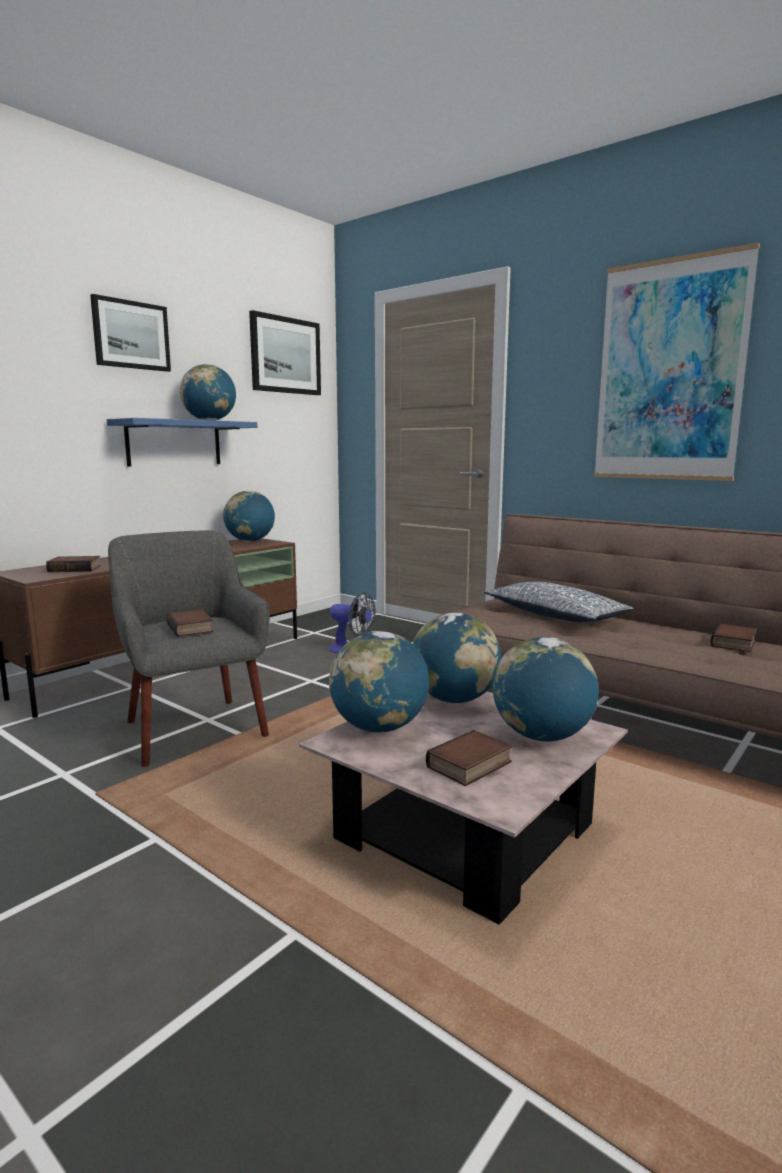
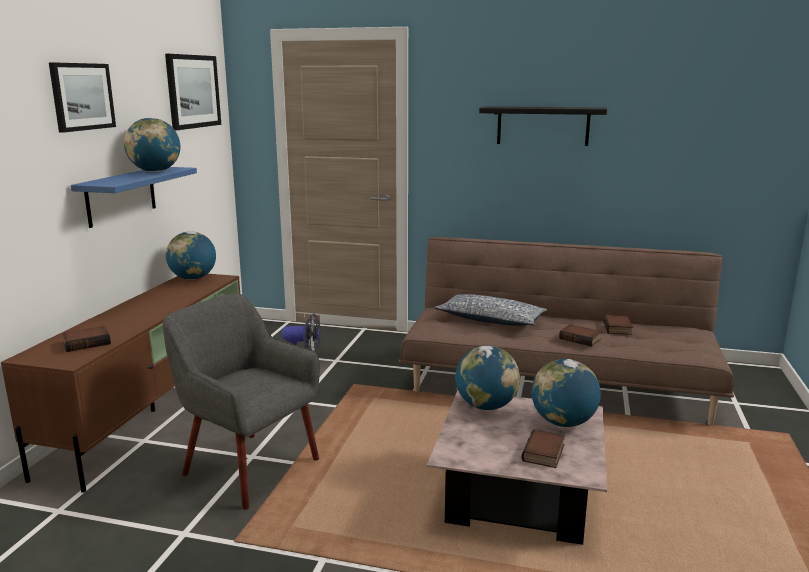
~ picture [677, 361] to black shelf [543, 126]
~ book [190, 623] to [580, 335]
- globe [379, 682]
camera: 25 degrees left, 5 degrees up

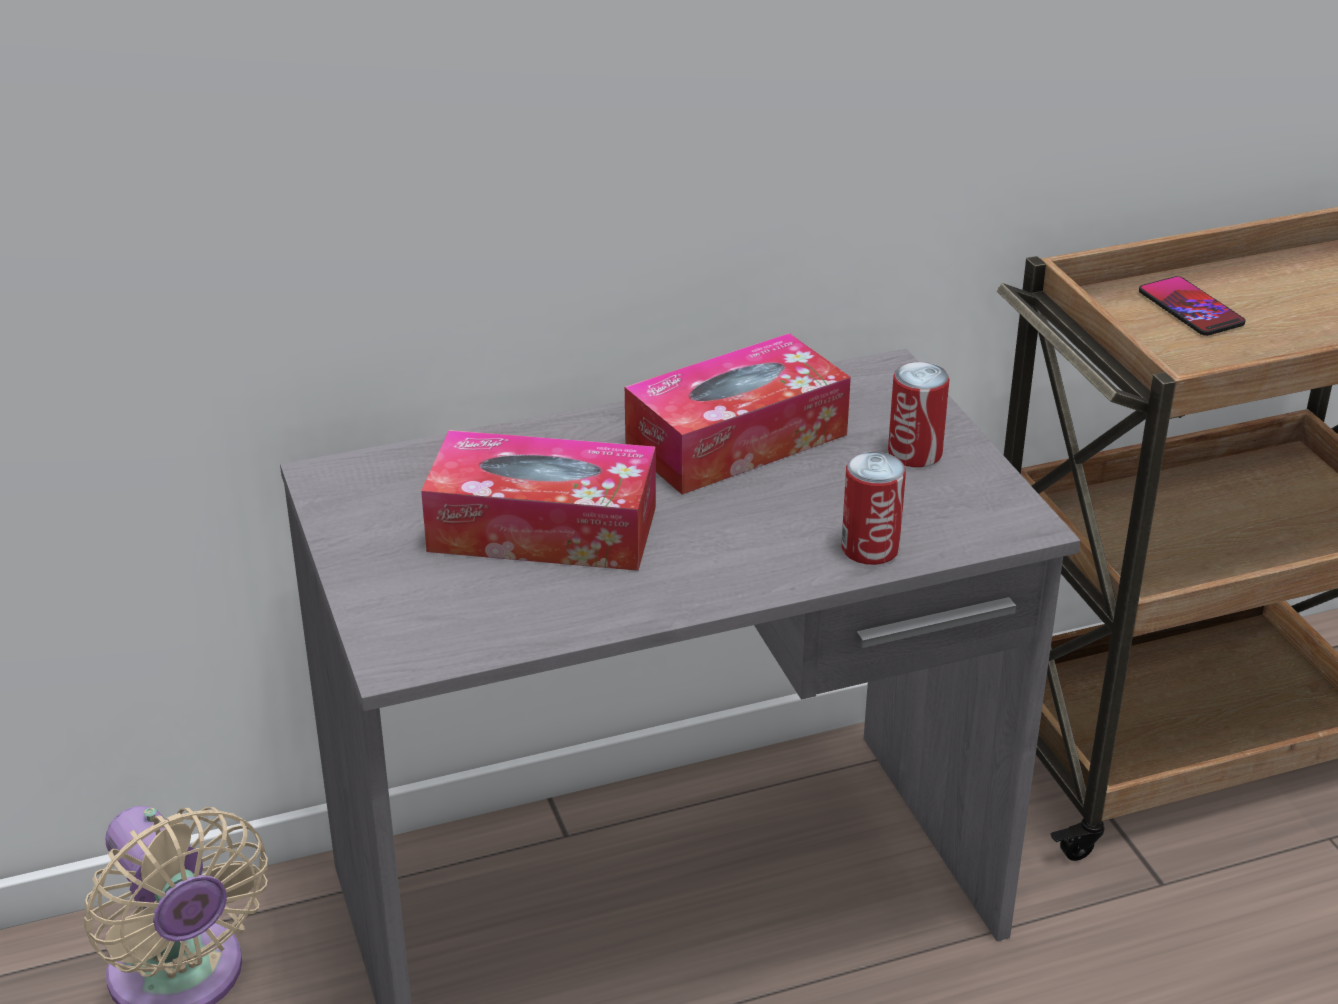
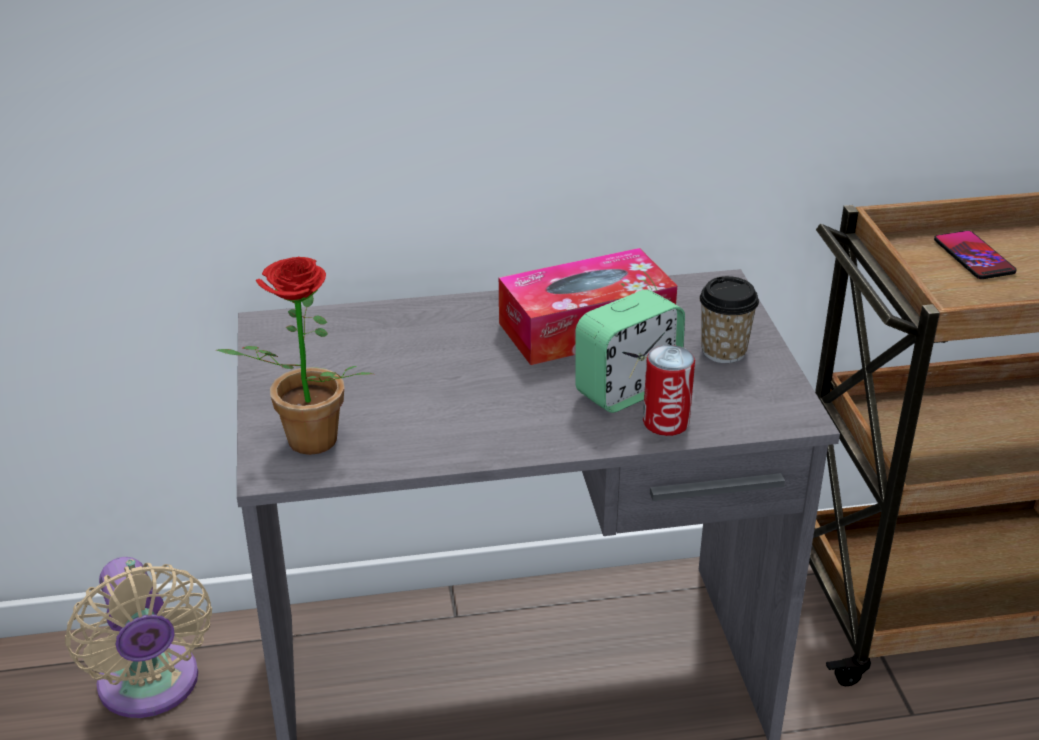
+ potted plant [294, 356]
+ alarm clock [630, 351]
~ can [919, 414] to cup [729, 319]
- tissue box [538, 500]
camera: 10 degrees right, 0 degrees up

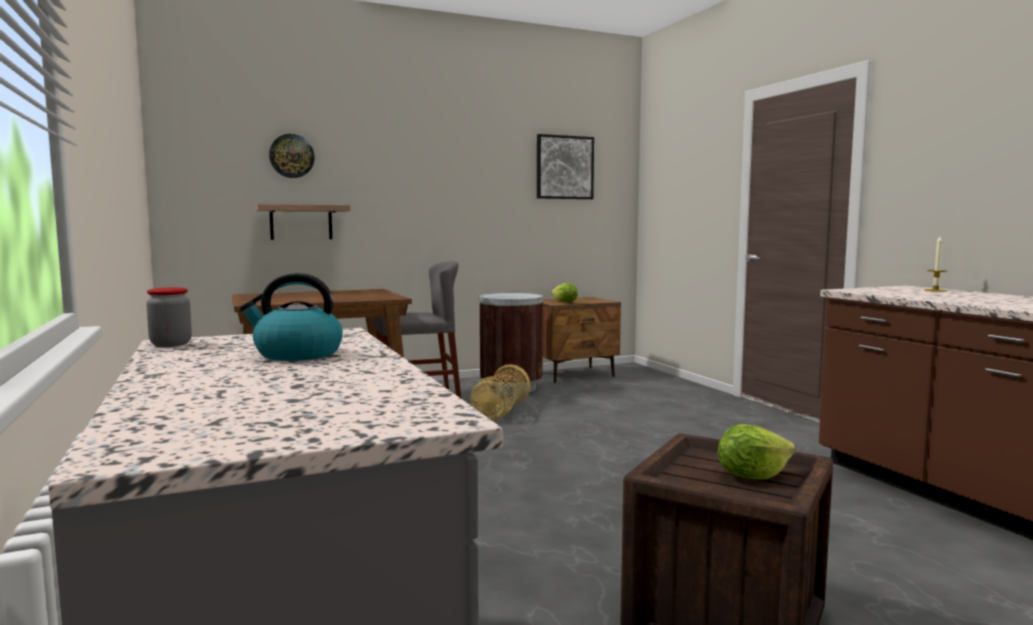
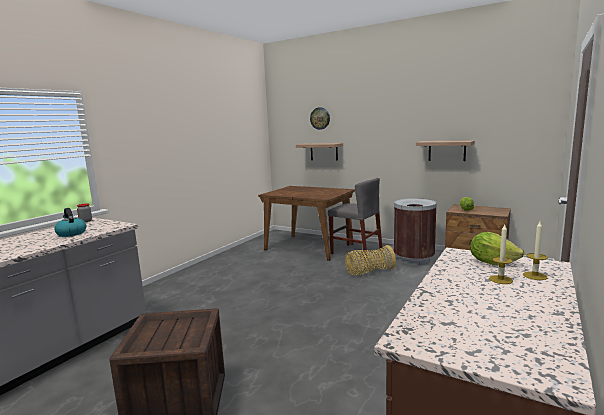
+ shelf [445, 150]
~ lettuce [756, 452] to [497, 248]
+ candle [501, 254]
- picture [565, 166]
camera: 55 degrees right, 5 degrees up

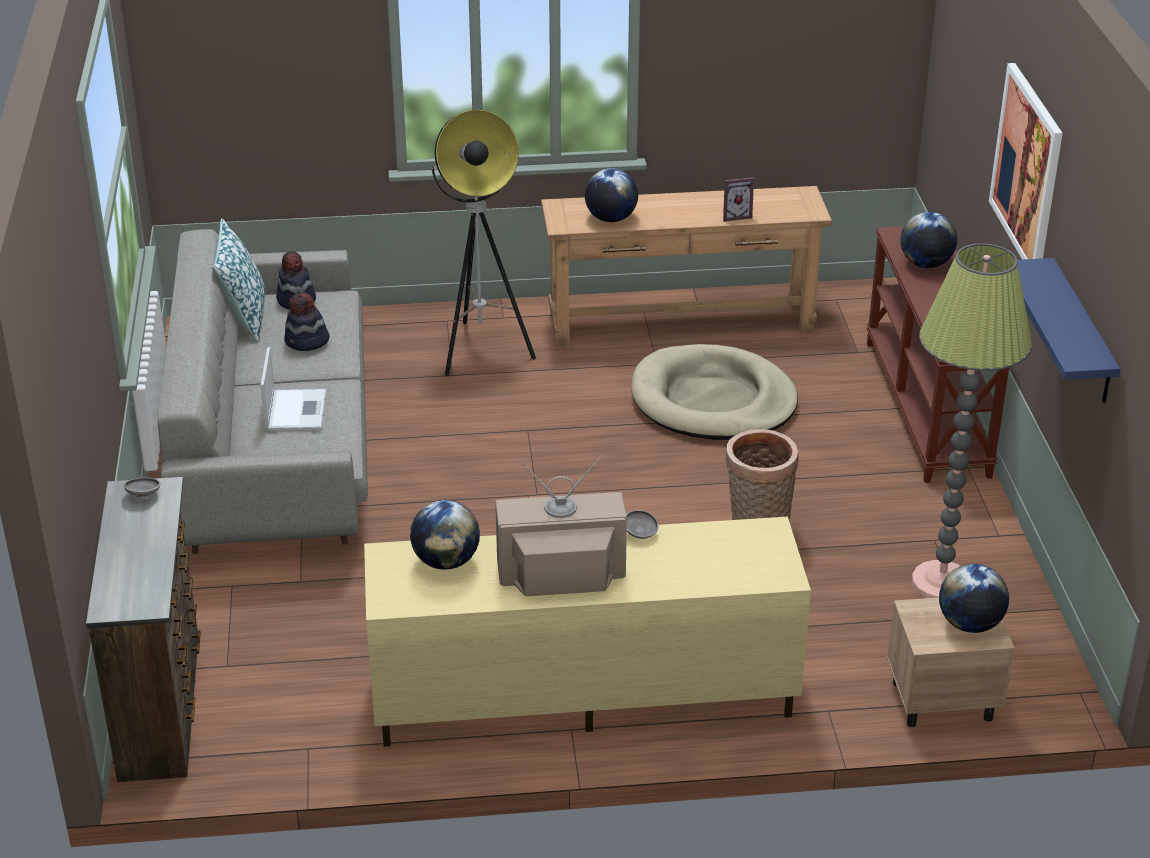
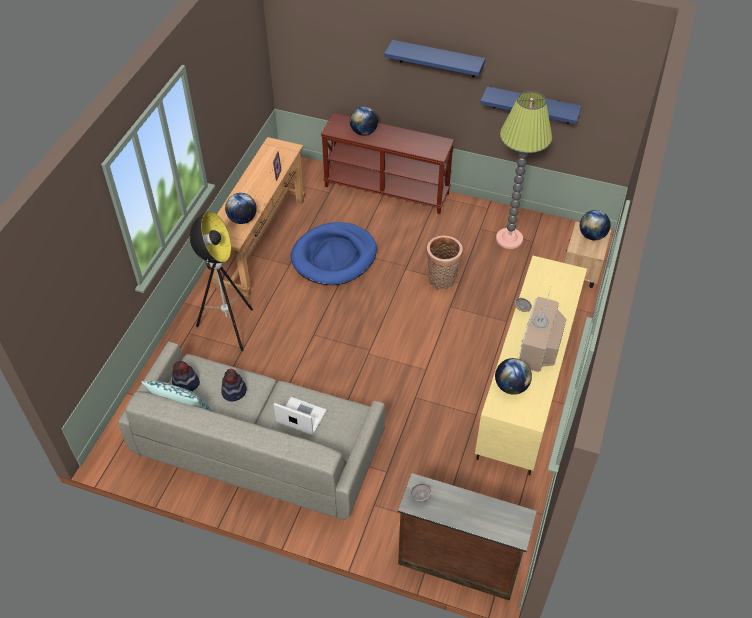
~ beige dog bed [714, 392] to blue dog bed [334, 253]
~ picture [1026, 161] to blue shelf [434, 58]
camera: 65 degrees left, 15 degrees up

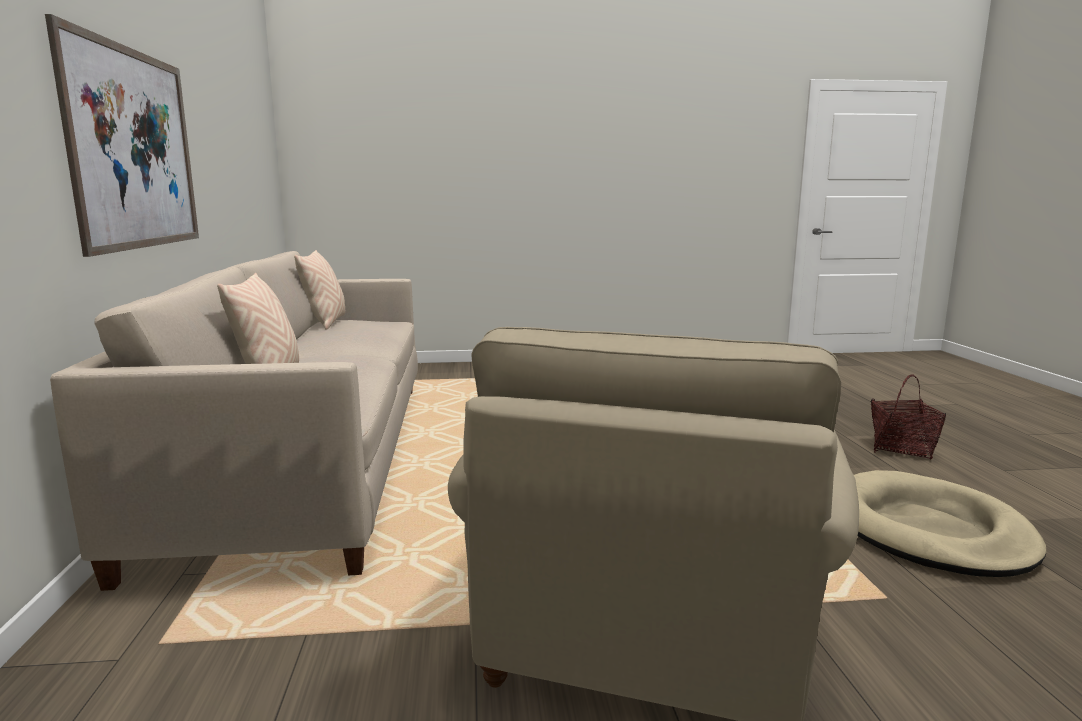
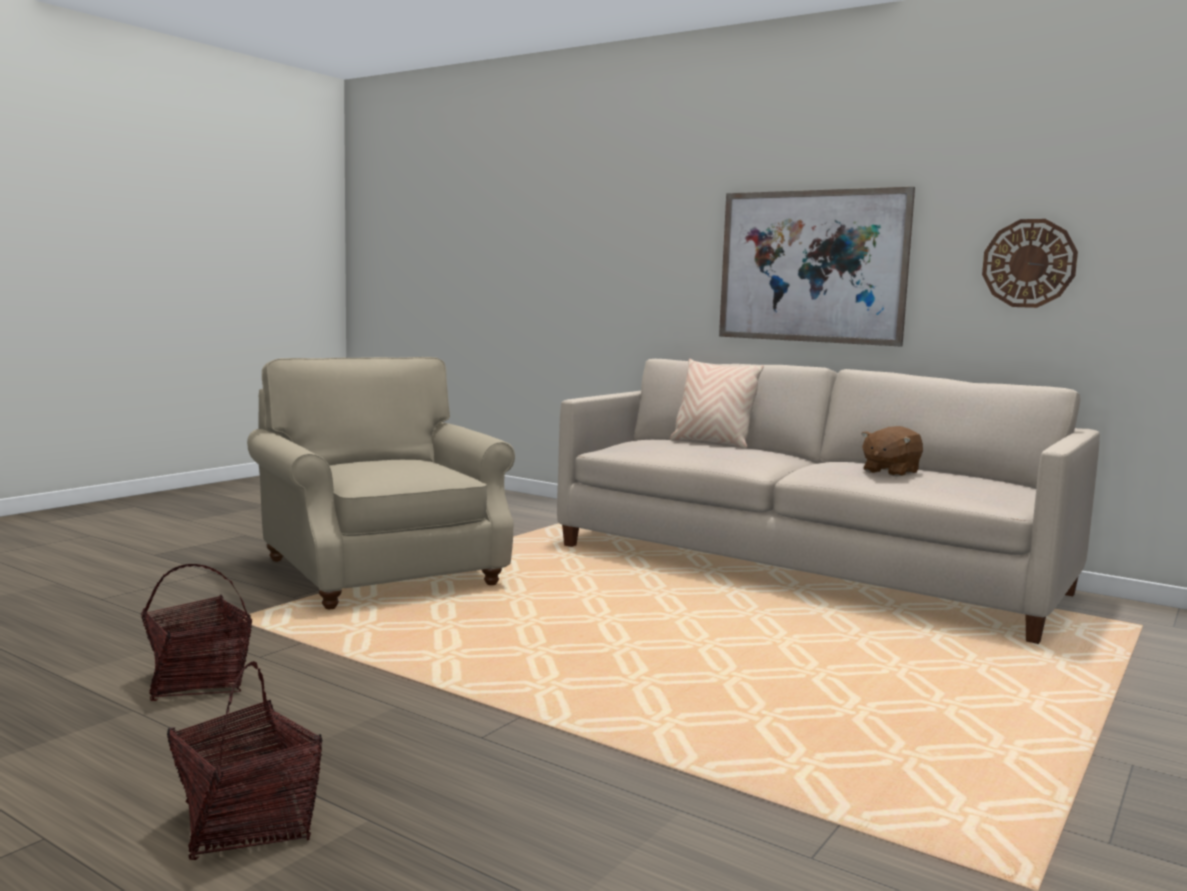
~ beige dog bed [950, 523] to basket [196, 632]
+ brown plush toy [892, 451]
+ wall clock [1030, 263]
- beige pillow [319, 290]
camera: 130 degrees right, 5 degrees down

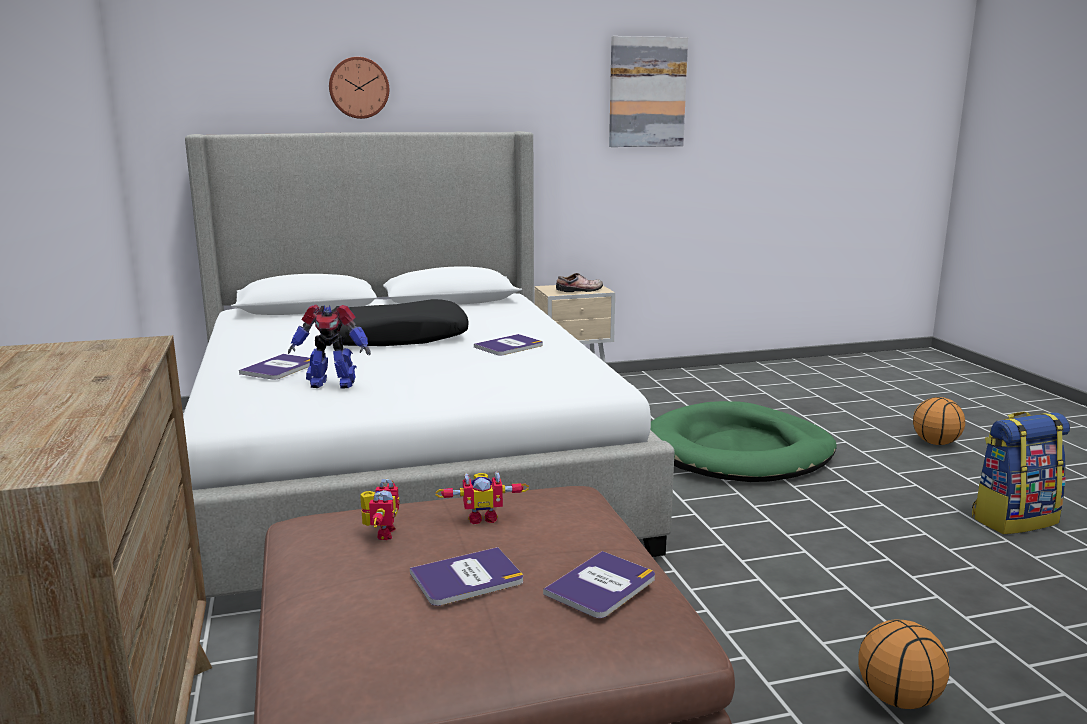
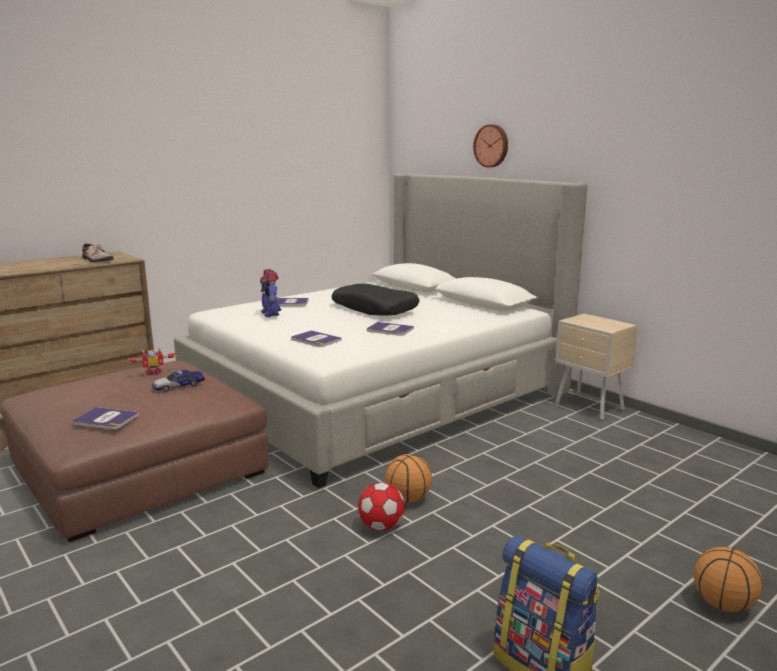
~ shoe [579, 282] to [98, 252]
~ toy robot [482, 497] to toy car [178, 381]
~ book [466, 576] to [316, 338]
+ football [381, 506]
~ basketball [903, 664] to [408, 478]
- picture [648, 91]
- green dog bed [743, 441]
camera: 65 degrees right, 0 degrees up

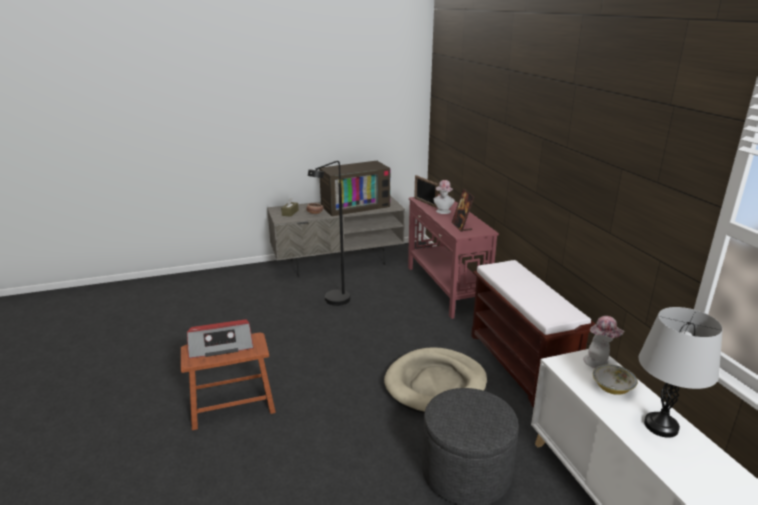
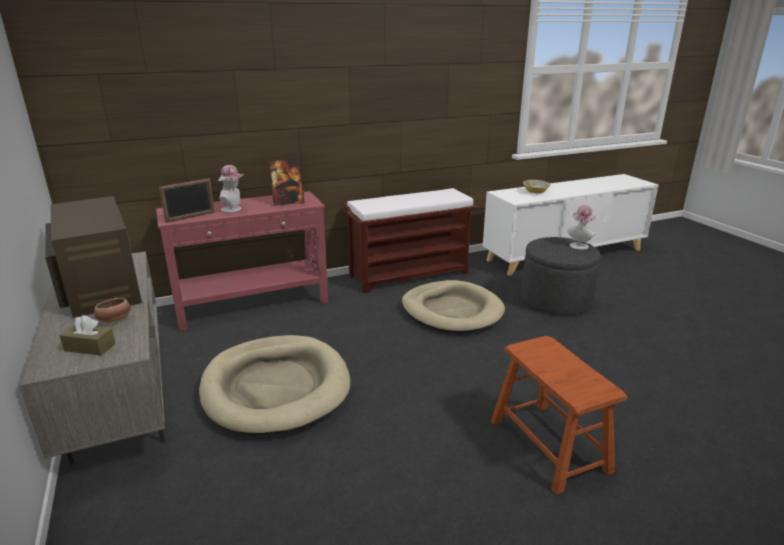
~ black floor lamp [329, 233] to beige dog bed [274, 385]
~ hat [603, 342] to [582, 227]
- radio [220, 338]
- grey table lamp [681, 372]
camera: 95 degrees left, 0 degrees up

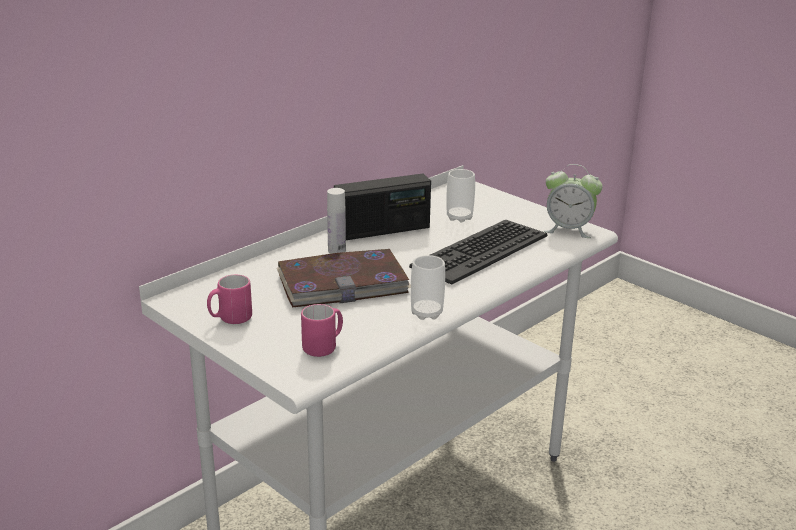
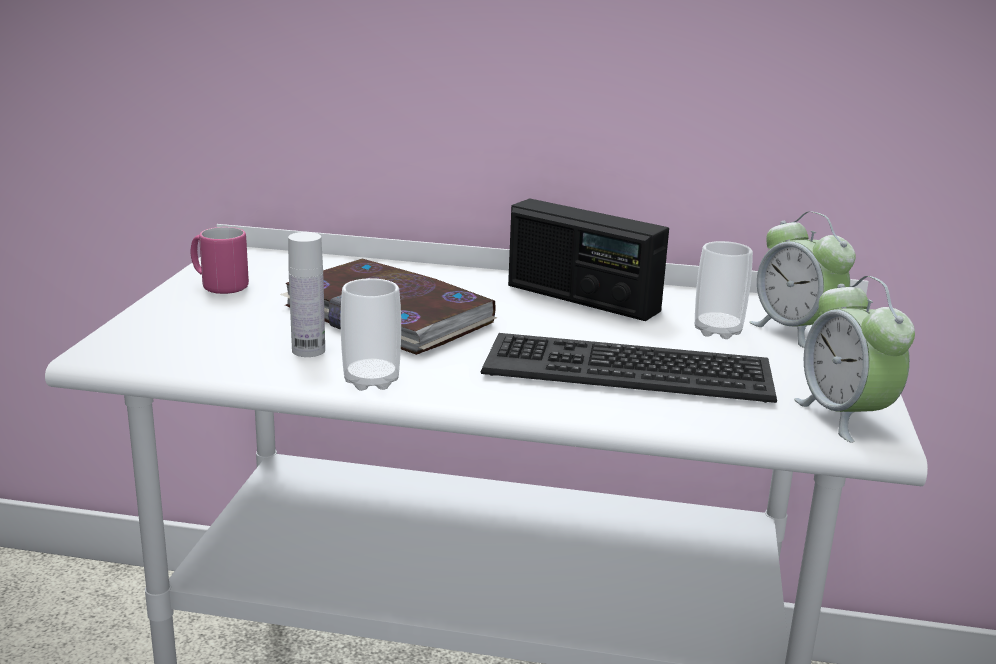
~ white bottle [336, 221] to [306, 294]
+ alarm clock [802, 279]
- pink mug [322, 330]
camera: 55 degrees right, 5 degrees down

